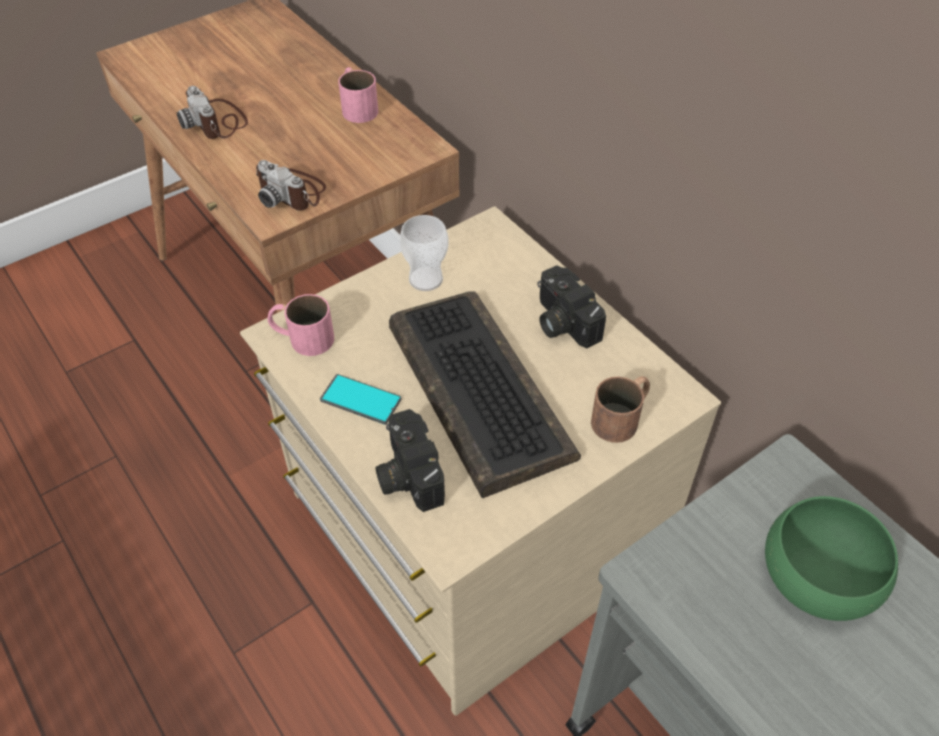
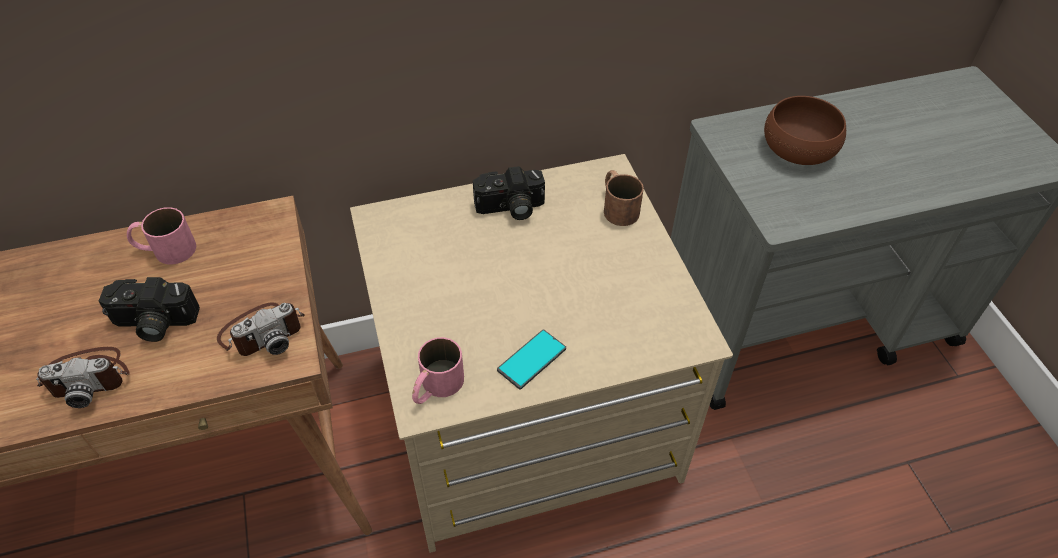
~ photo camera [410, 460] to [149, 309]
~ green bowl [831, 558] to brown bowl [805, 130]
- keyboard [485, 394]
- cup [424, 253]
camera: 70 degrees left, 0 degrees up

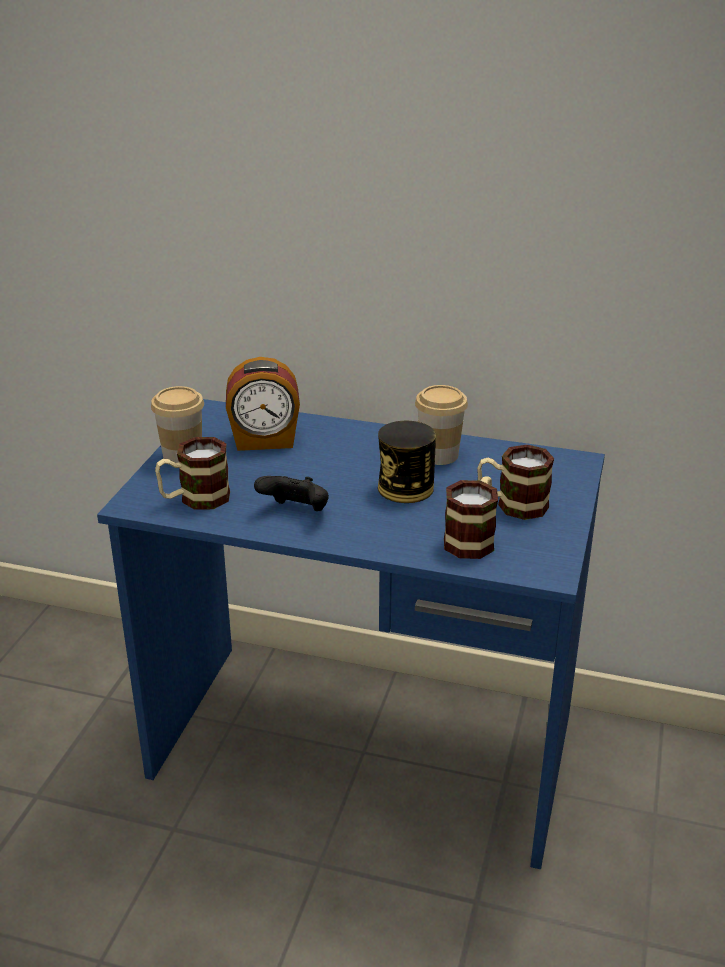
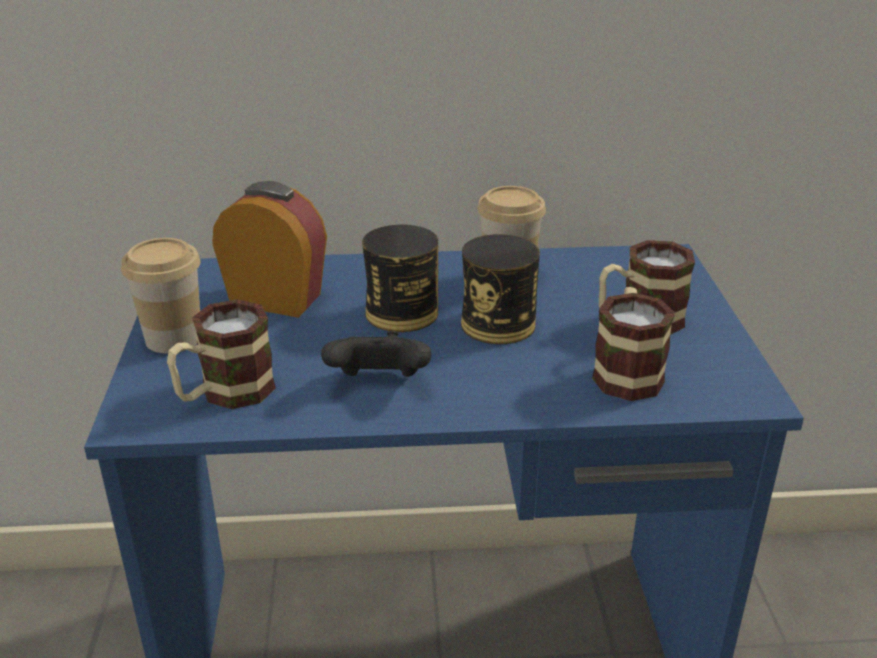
~ alarm clock [263, 404] = [269, 249] 135 degrees counterclockwise
+ can [400, 278]
camera: 20 degrees left, 0 degrees up

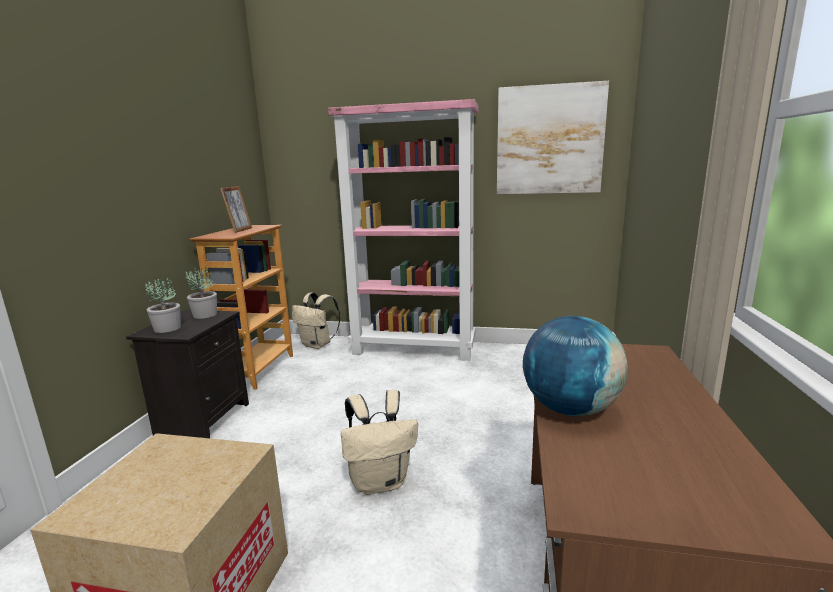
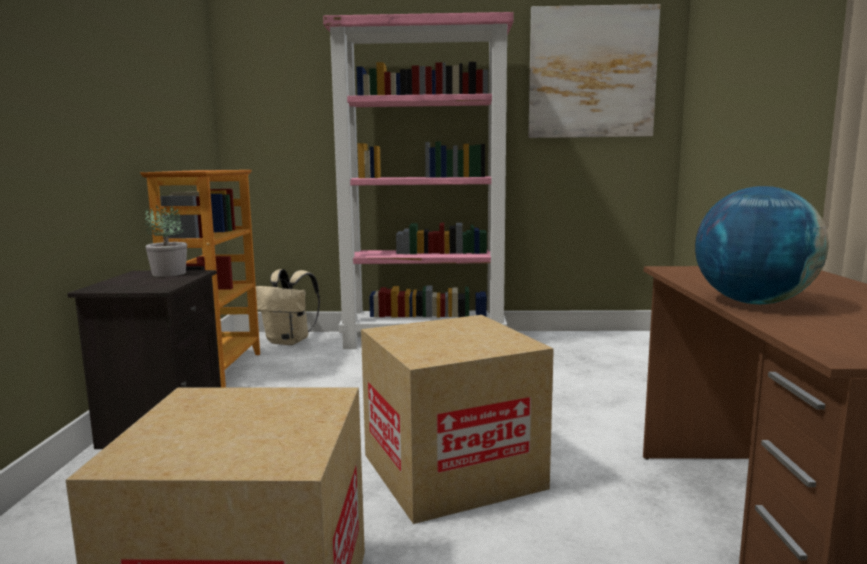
~ beige backpack [379, 442] to cardboard box [457, 419]
- potted plant [163, 305]
- picture frame [236, 209]
camera: 10 degrees left, 5 degrees down

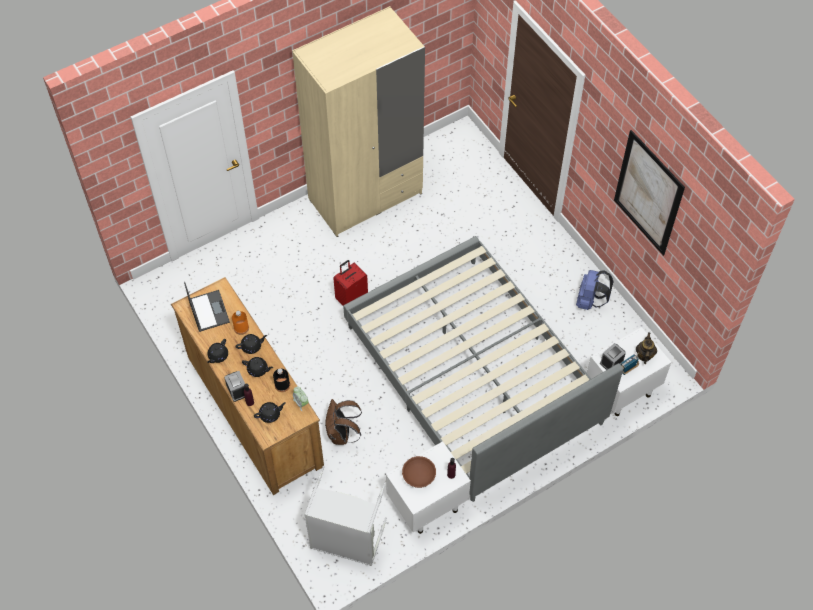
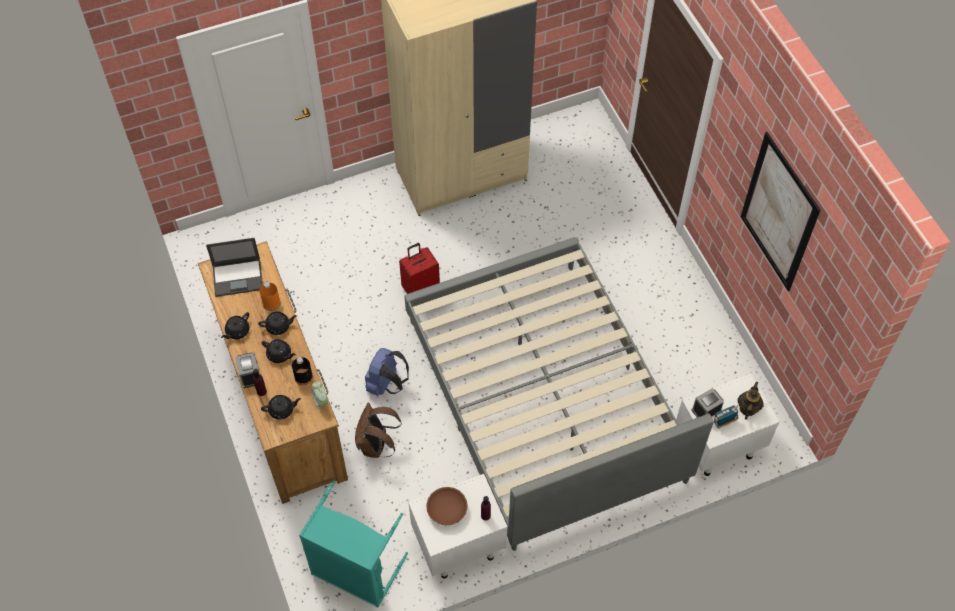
~ laptop [207, 307] = [234, 267] 90 degrees clockwise
~ grey laundry basket [345, 516] to turquoise laundry basket [353, 544]
~ blue backpack [595, 290] to [387, 372]
camera: 10 degrees right, 0 degrees up

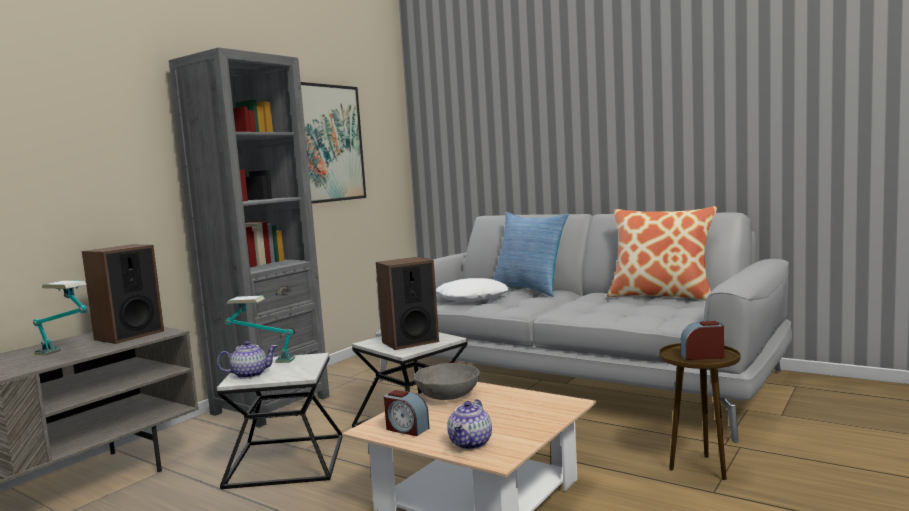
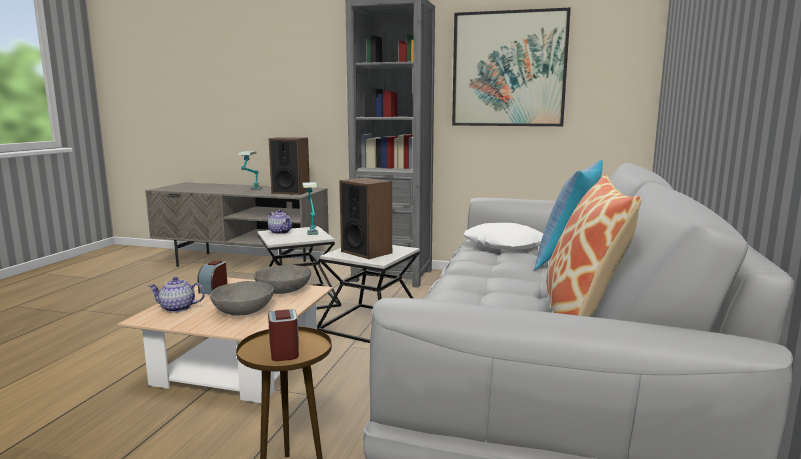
+ grey bowl [242, 298]
camera: 70 degrees right, 5 degrees up

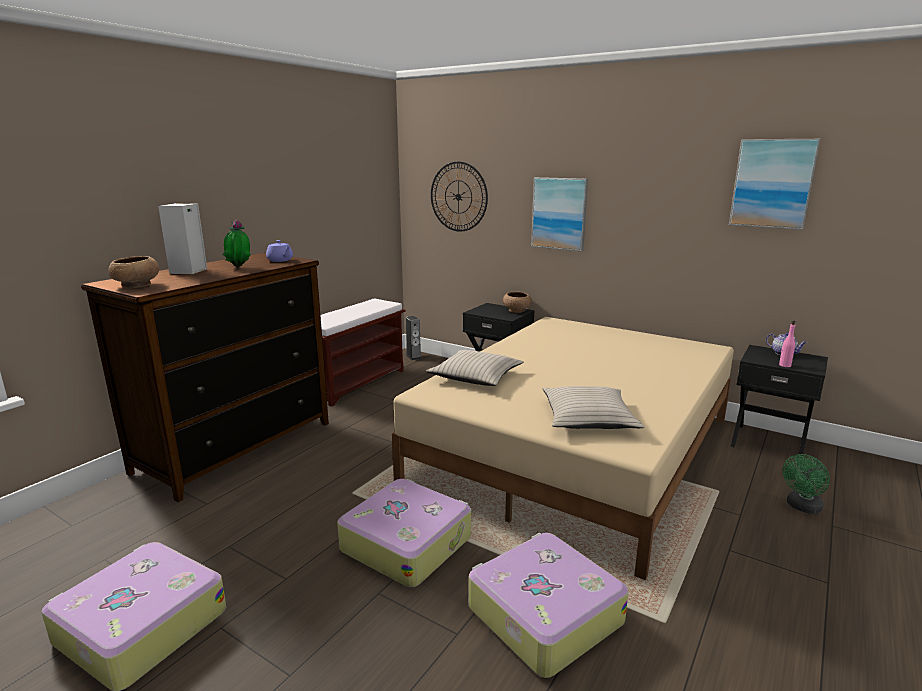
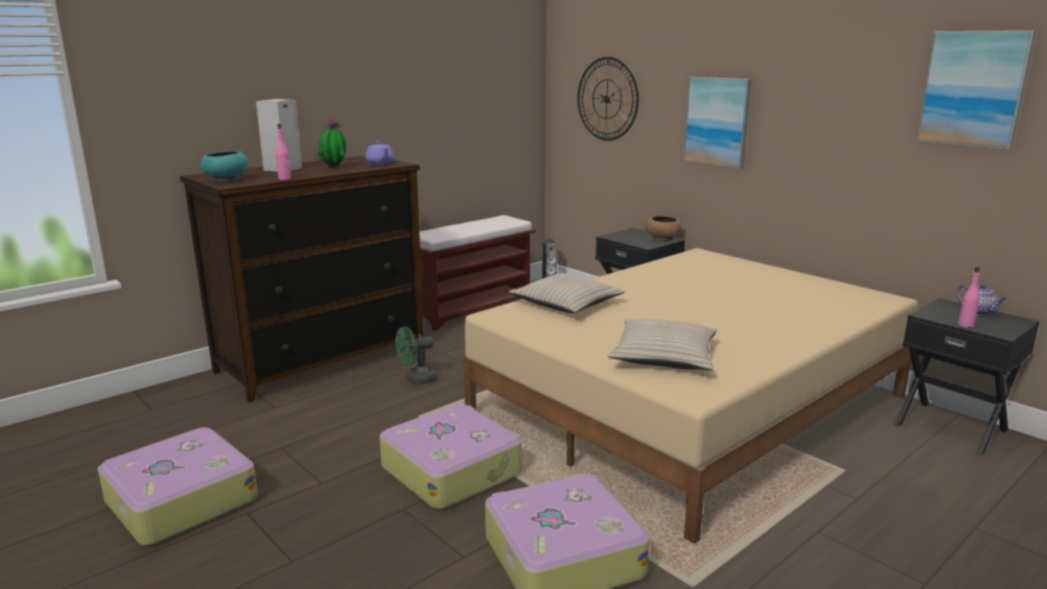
~ brown bowl [133, 272] to turquoise bowl [224, 166]
+ pink bottle [283, 152]
~ green fan [806, 484] to [416, 355]
camera: 15 degrees right, 0 degrees up

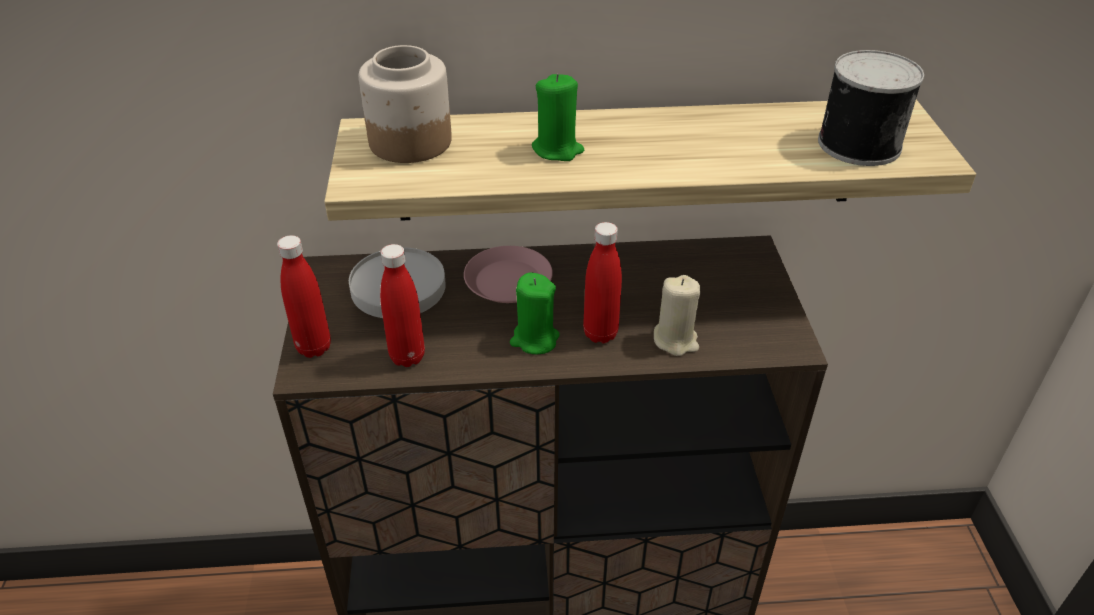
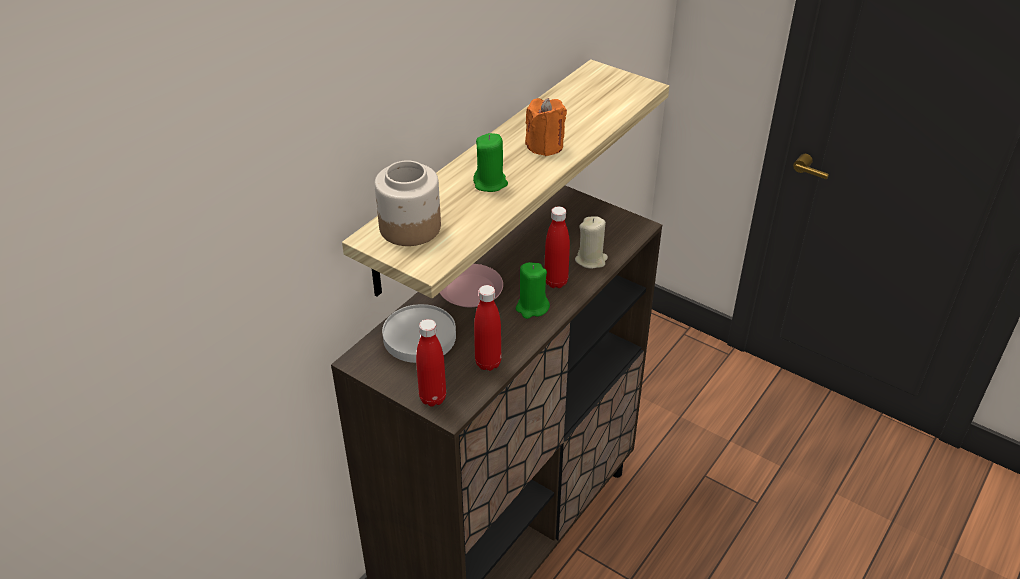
+ orange candle [546, 127]
- can [871, 108]
camera: 50 degrees left, 0 degrees up

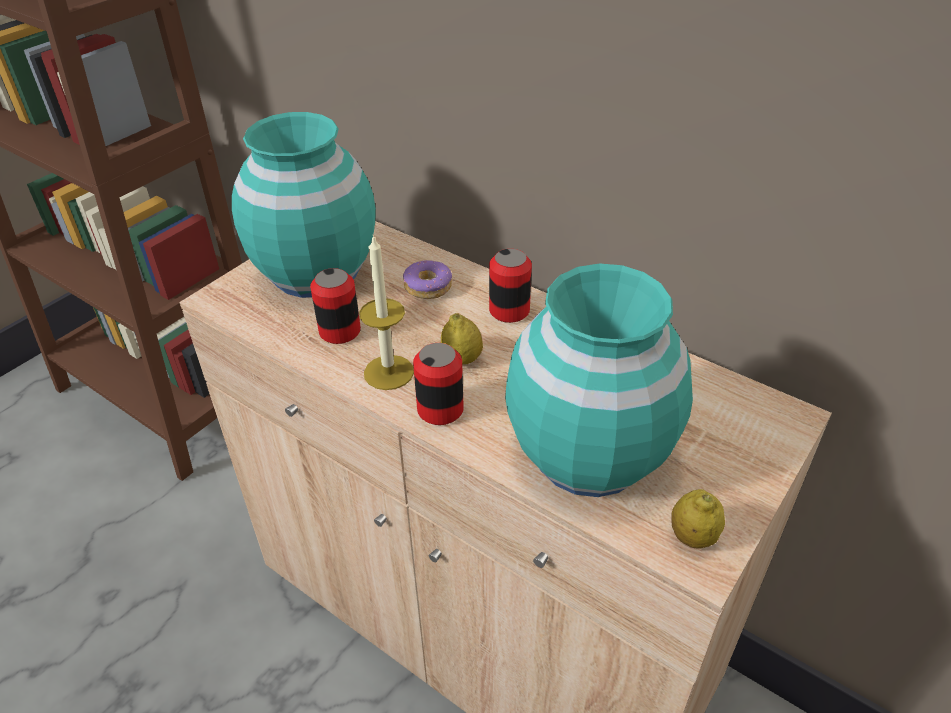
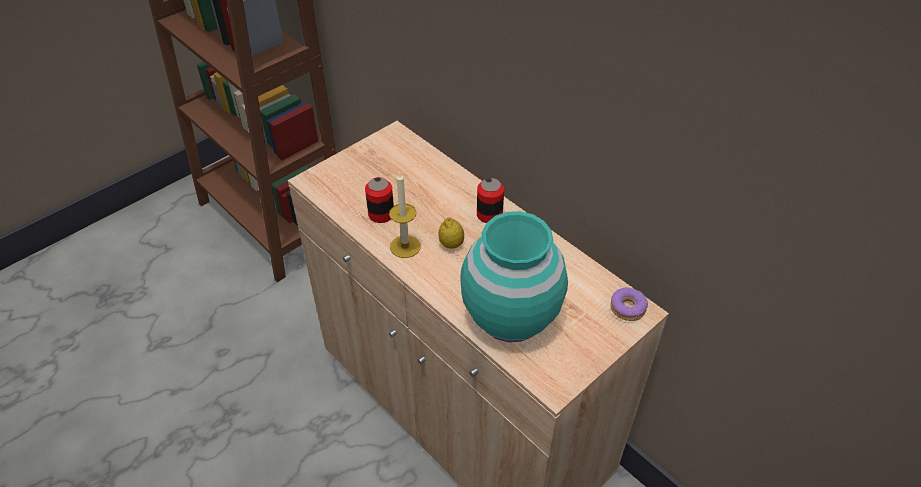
~ donut [427, 279] to [629, 304]
- turquoise vase [304, 205]
- can [438, 384]
- lemon [698, 518]
camera: 10 degrees right, 5 degrees up

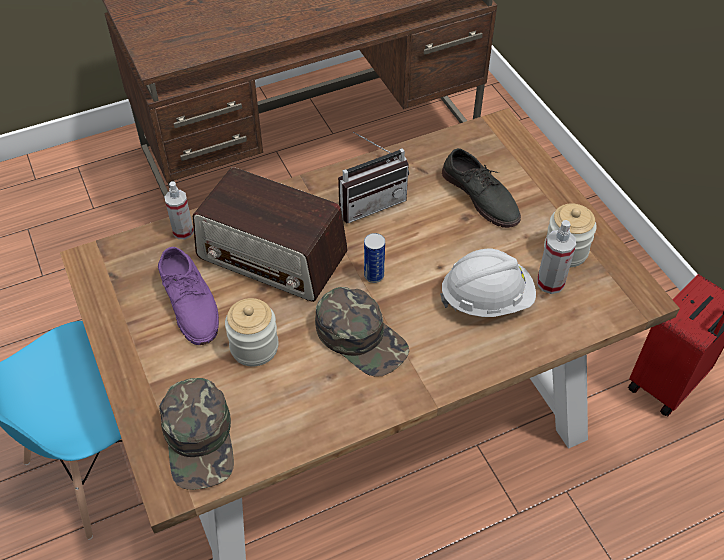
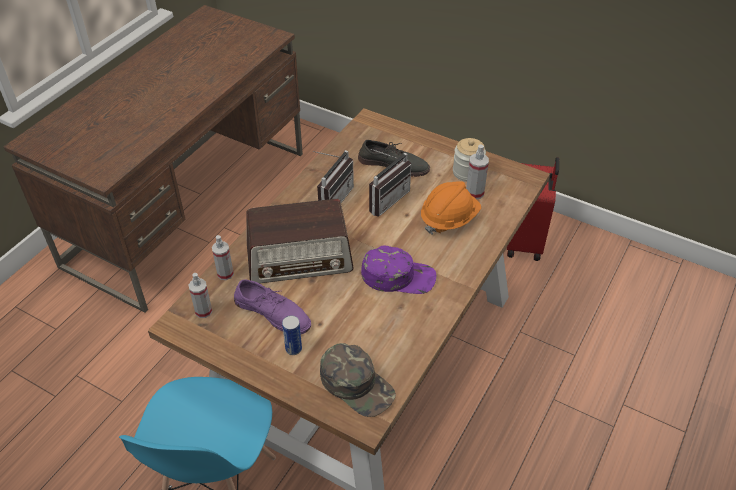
+ spray bottle [200, 295]
~ can [374, 258] to [292, 335]
~ green cap [362, 332] to purple cap [398, 269]
+ radio [390, 183]
~ white hard hat [488, 283] to orange hard hat [451, 207]
- jar [252, 332]
camera: 35 degrees left, 5 degrees down

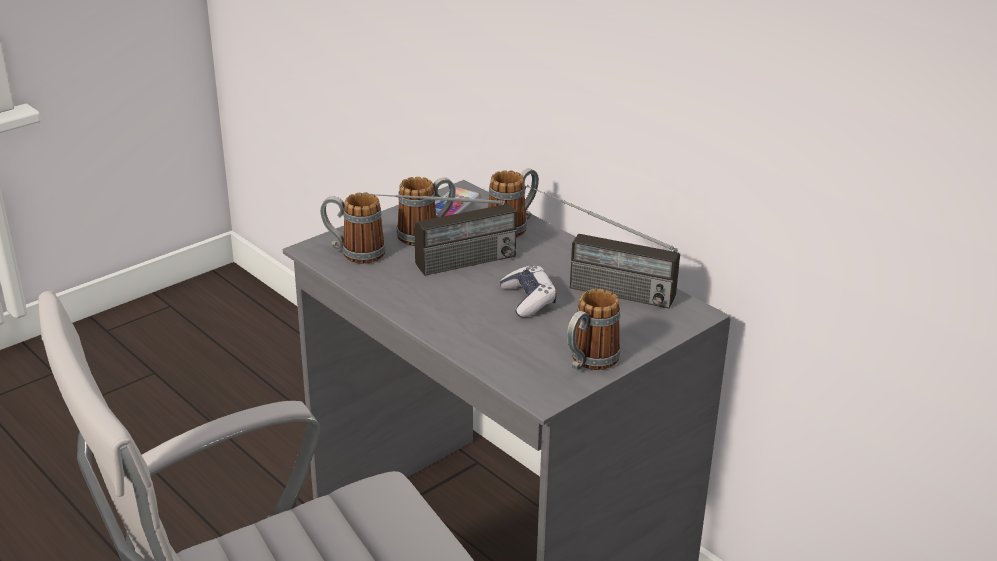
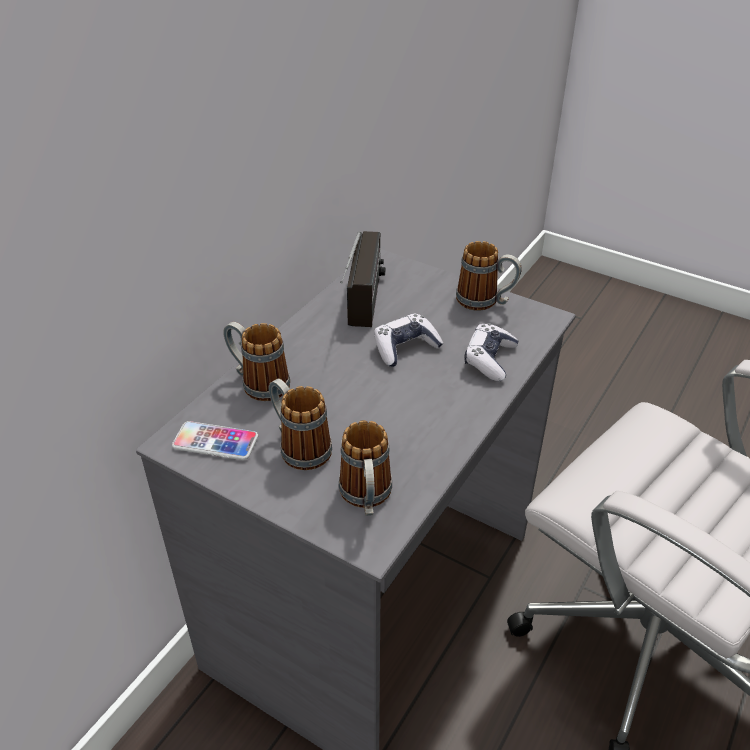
+ game controller [491, 352]
- radio [438, 234]
camera: 105 degrees left, 10 degrees up

